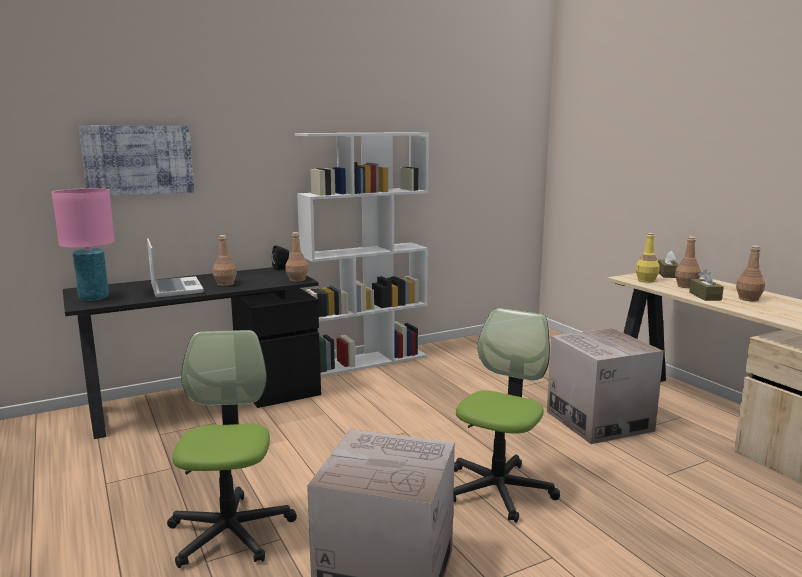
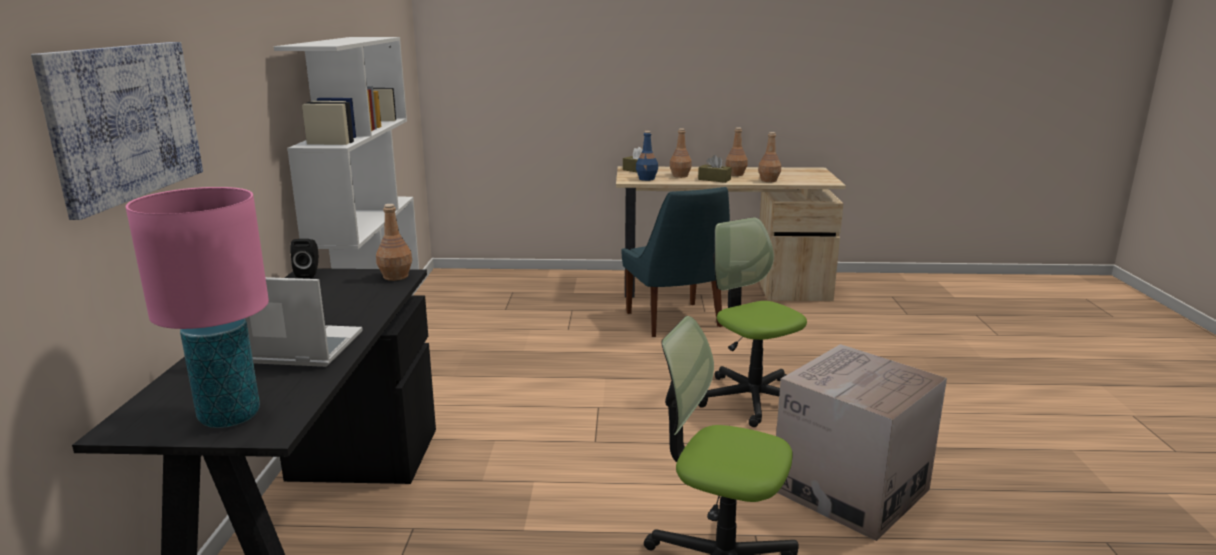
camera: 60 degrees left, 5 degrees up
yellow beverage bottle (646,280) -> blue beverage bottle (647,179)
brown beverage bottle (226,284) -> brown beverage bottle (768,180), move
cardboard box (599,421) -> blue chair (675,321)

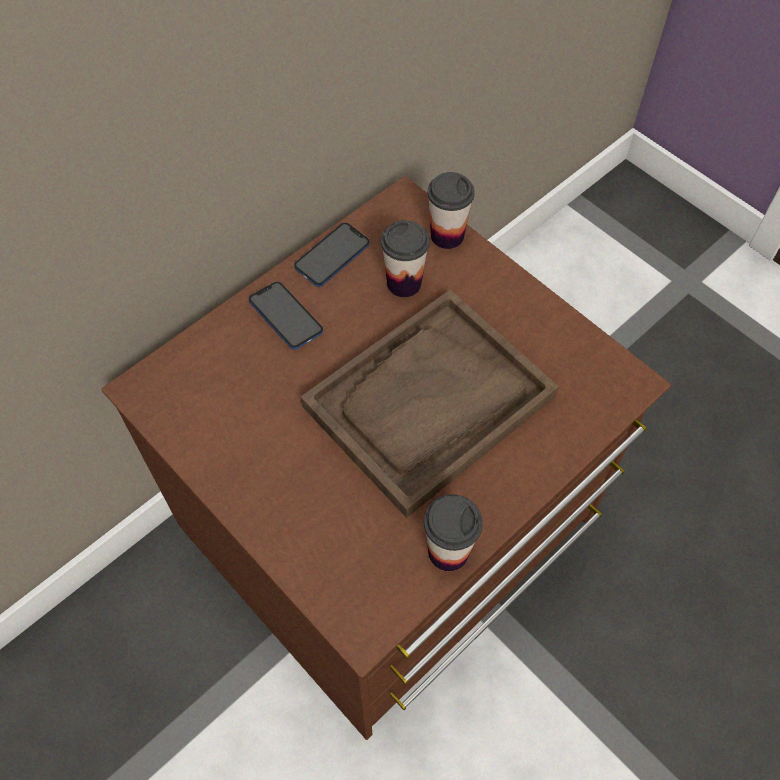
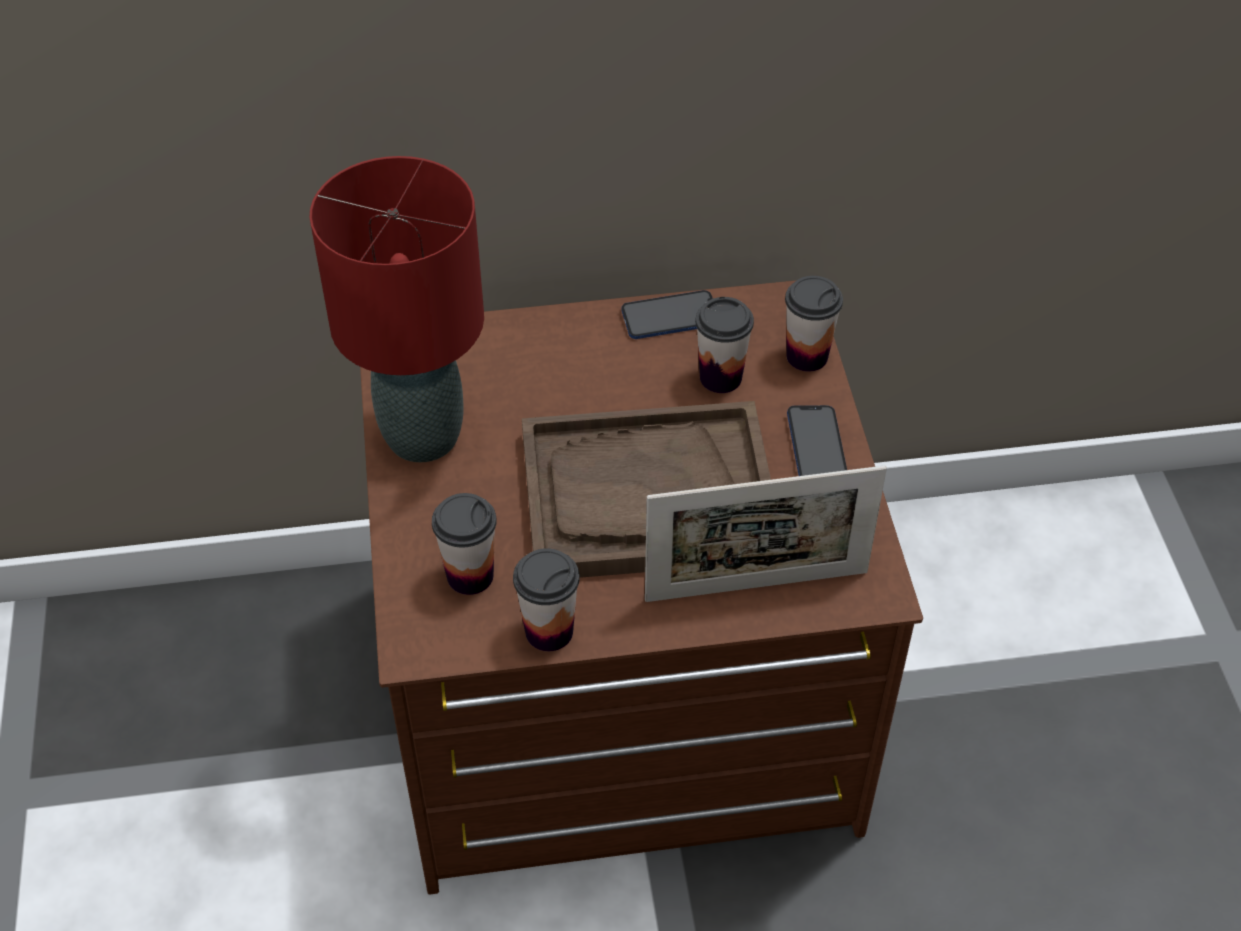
camera: 35 degrees right, 10 degrees down
handset (286,316) -> handset (816,446), move
none -> reddish table lamp (421,437)
none -> photo frame (756,586)
none -> small cup (470,576)

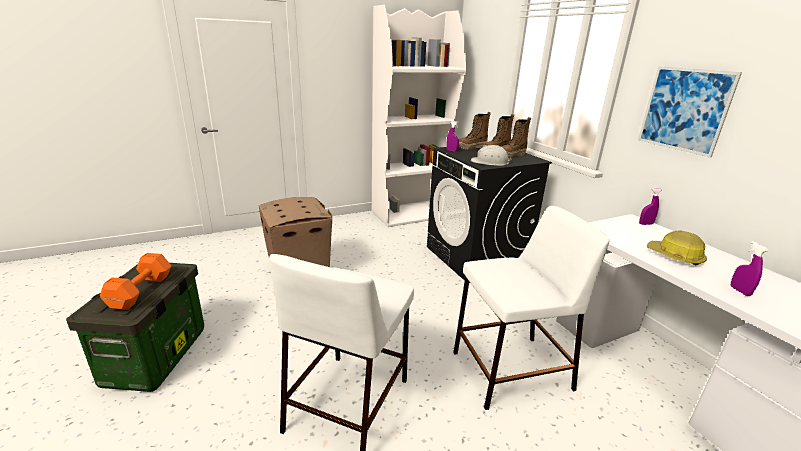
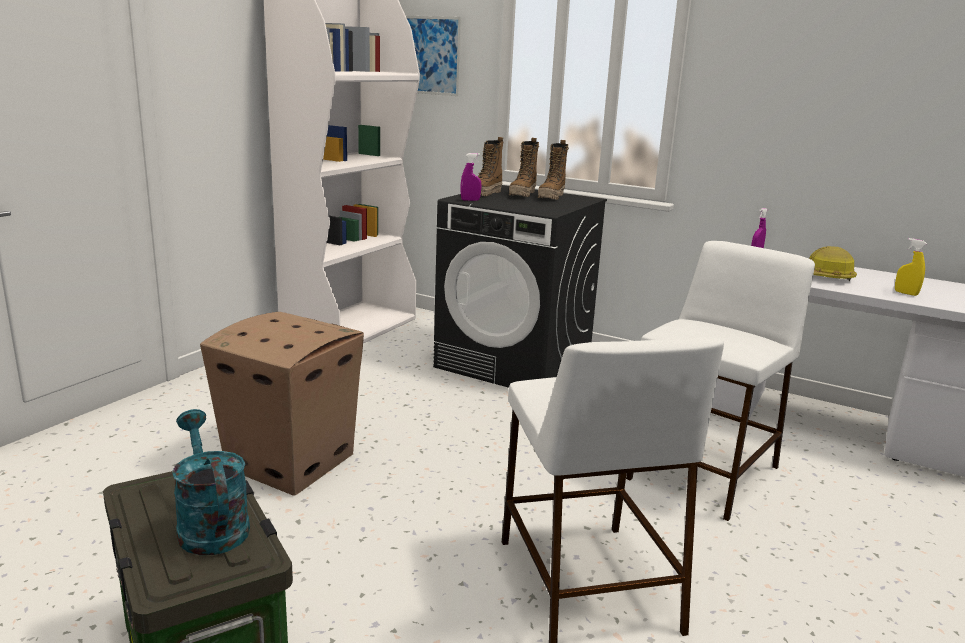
camera: 35 degrees left, 5 degrees down
wall art (684,110) -> wall art (428,55), move
white-coloured safety helmet (490,162) -> none
purple sprayer (740,291) -> yellow sprayer (906,293)
orange dumbbell (139,292) -> turquoise watering pot (210,525)

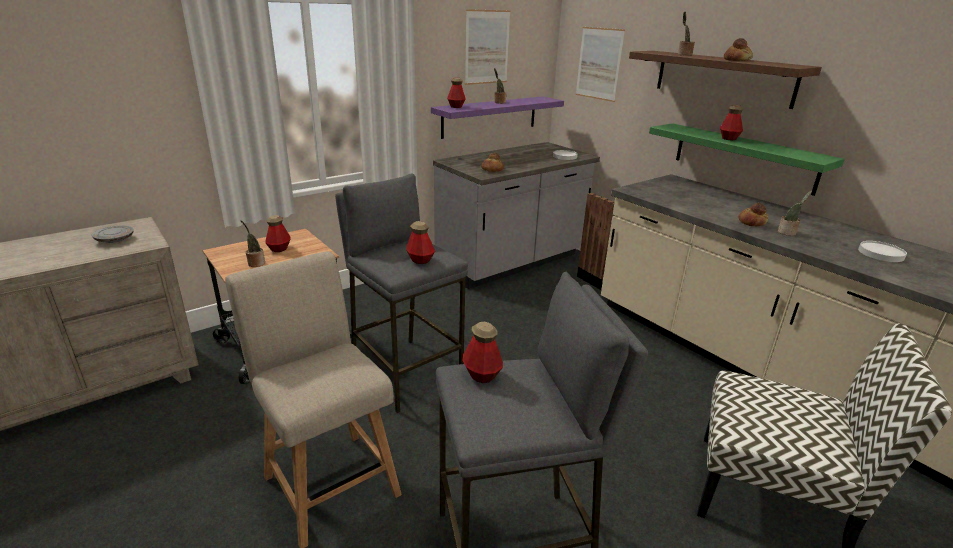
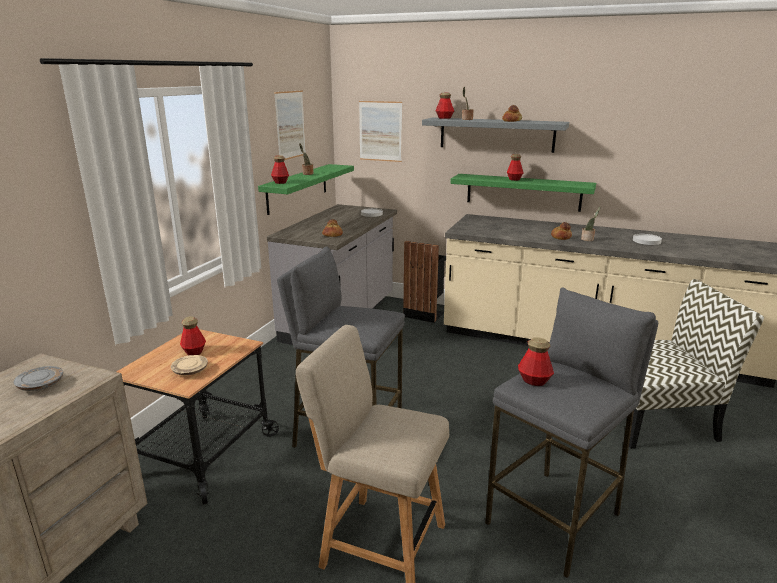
camera: 30 degrees left, 5 degrees down
brown shelf (723,78) -> grey shelf (496,134)
purple shelf (490,116) -> green-coloured shelf (297,188)
plant in a pot (255,263) -> sand-coloured flat dish (190,371)
beverage bottle (420,260) -> beverage bottle (444,118), move

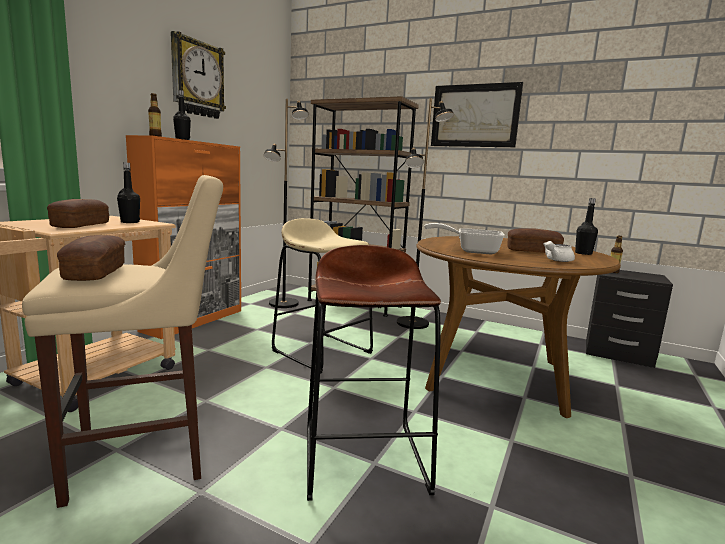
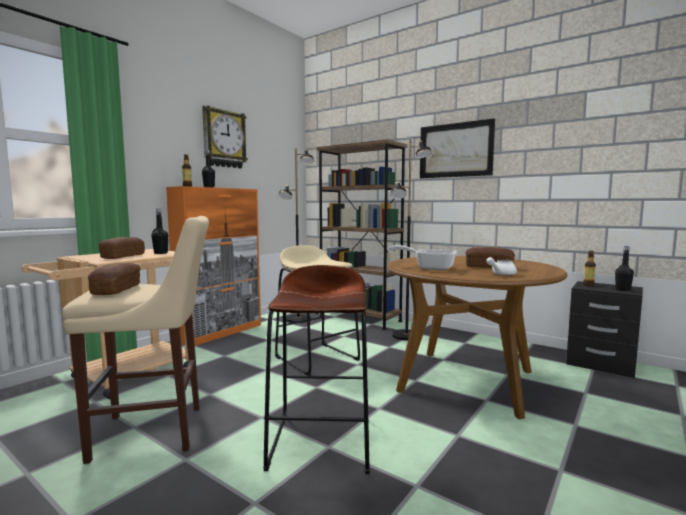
camera: 10 degrees right, 5 degrees down
blackish beverage bottle (583,253) -> blackish beverage bottle (622,290), move

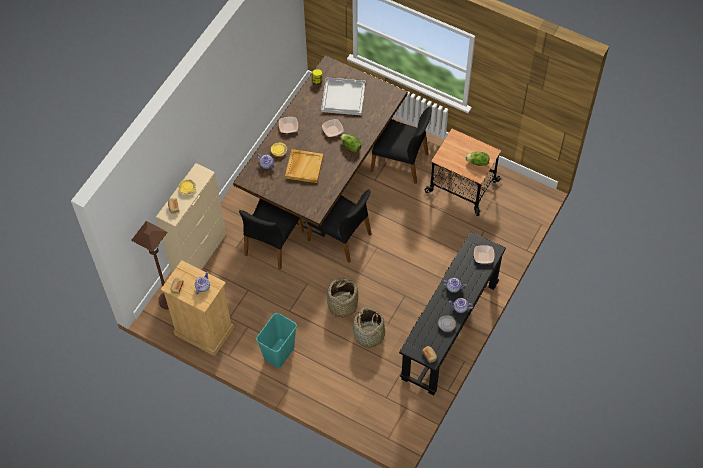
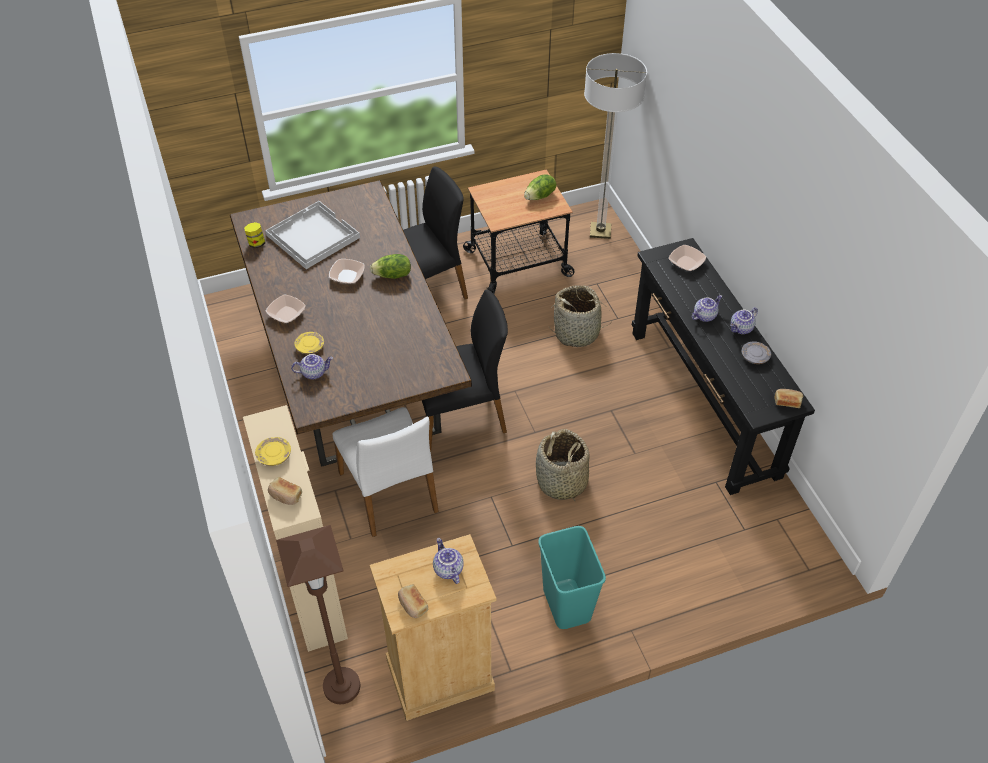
camera: 50 degrees left, 10 degrees down
sand-coloured carrying tray (304,167) -> none
blackish chair (272,243) -> white-coloured chair (390,492)
household basket (369,335) -> household basket (577,333), move
none -> floor lamp (600,231)

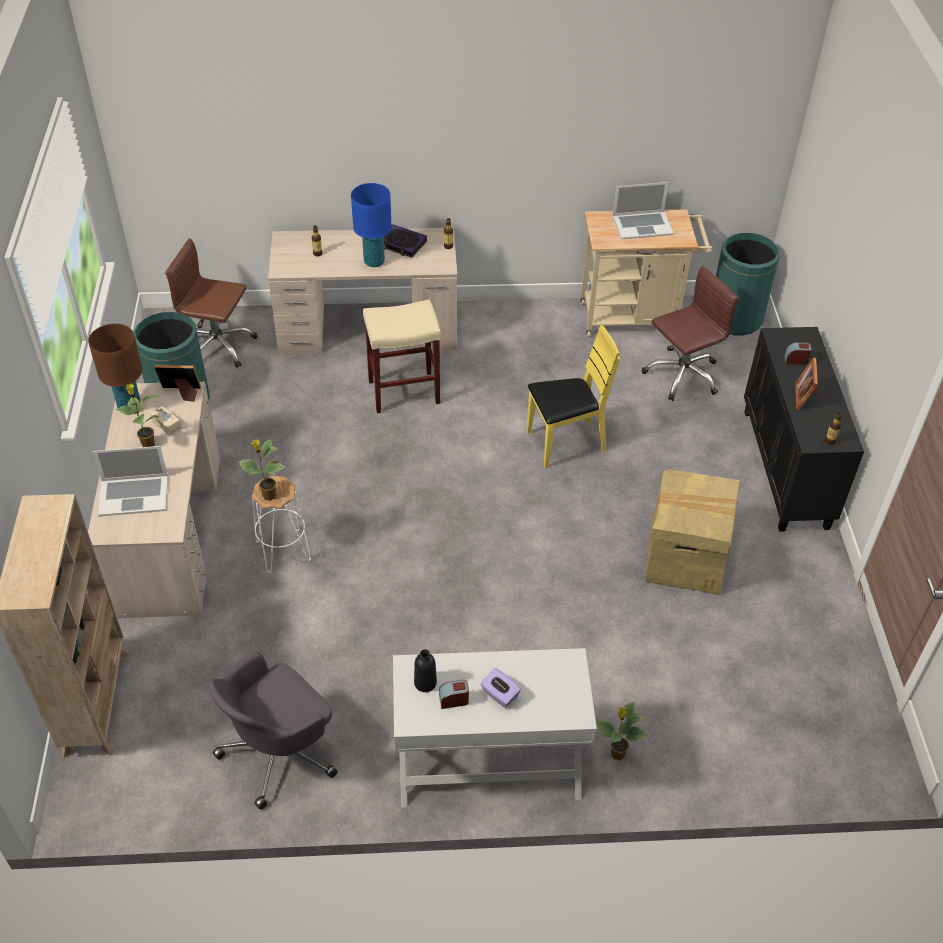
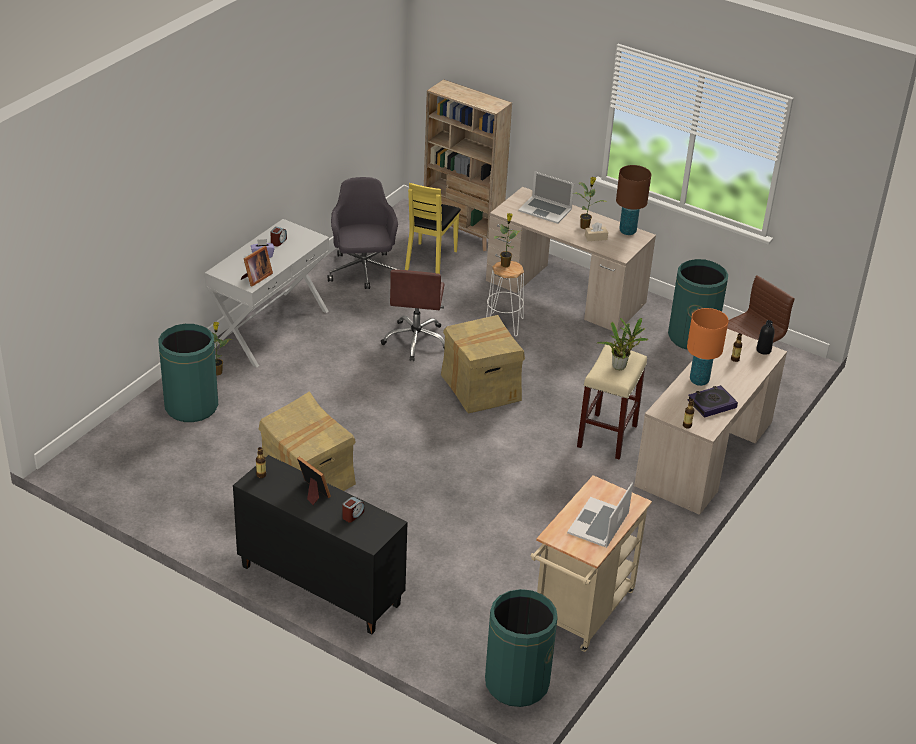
camera: 125 degrees right, 10 degrees down
blue table lamp (374,262) -> orange table lamp (699,380)
brown computer chair (682,375) -> brown computer chair (416,341), move
yellow chair (565,443) -> yellow chair (430,259), move
photo frame (182,393) -> photo frame (256,278), move
notebook computer (134,495) -> notebook computer (545,210), 90 degrees counterclockwise
blackish beverage bottle (425,683) -> blackish beverage bottle (763,350), move
none -> cardboard box (481,388)
none -> plant in a pot (621,366)
none -> green-coloured rubbish bin (191,406)

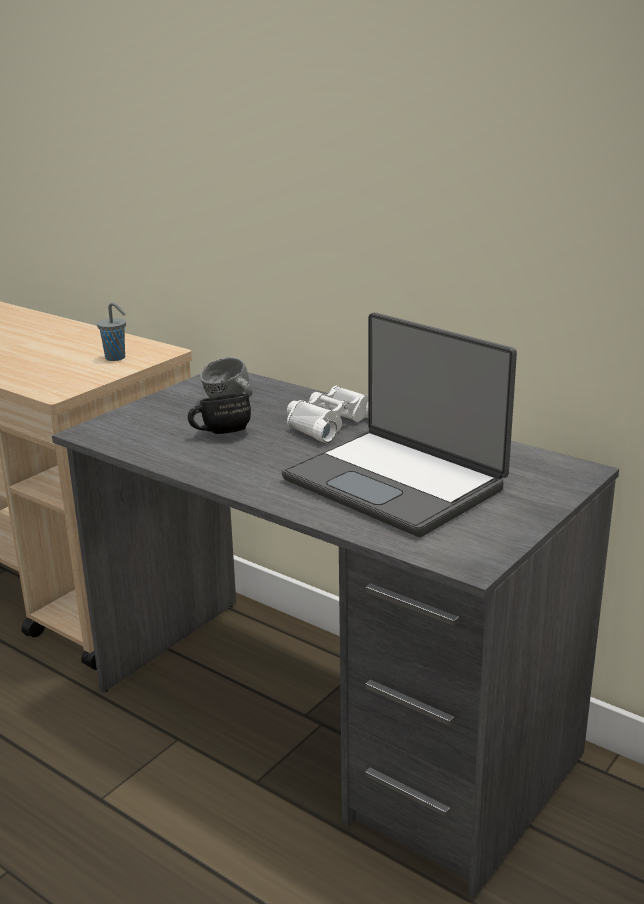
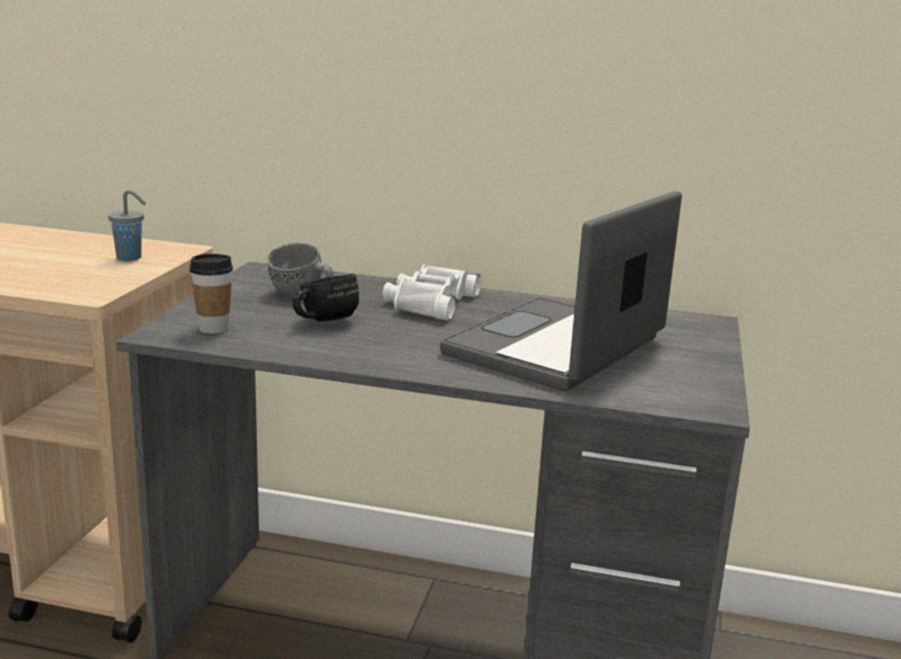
camera: 25 degrees left, 5 degrees down
notebook computer (396,483) -> notebook computer (559,348), 105 degrees clockwise
none -> small cup (213,328)

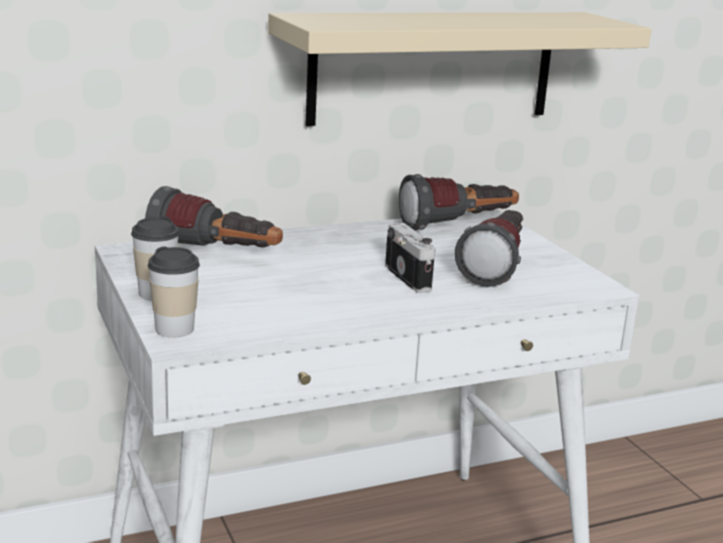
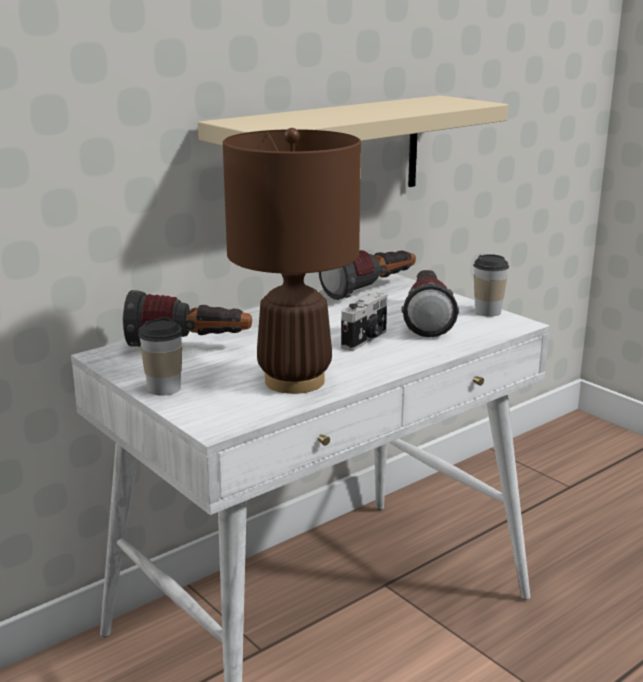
camera: 15 degrees left, 0 degrees up
still camera (410,278) -> still camera (366,340), 75 degrees clockwise
small cup (174,329) -> small cup (488,312), move
none -> brown table lamp (294,381)

